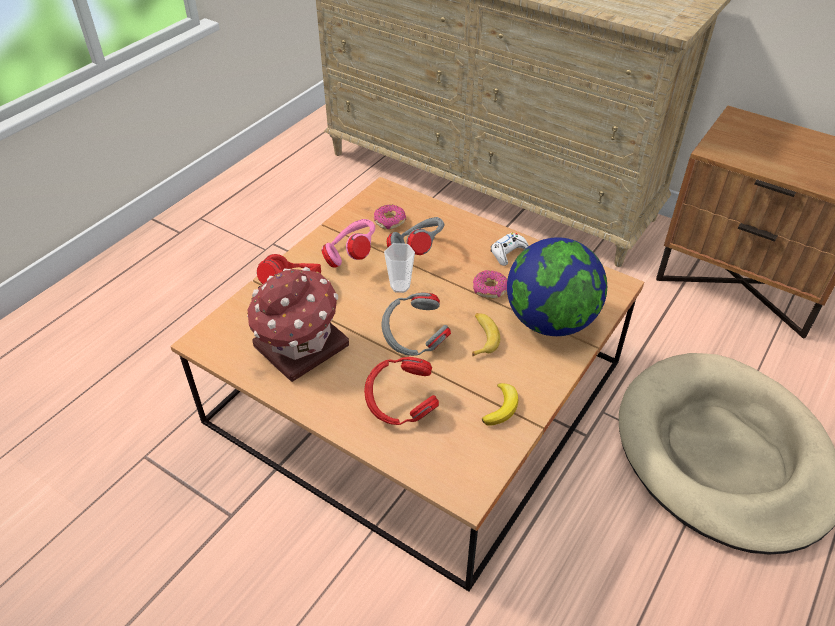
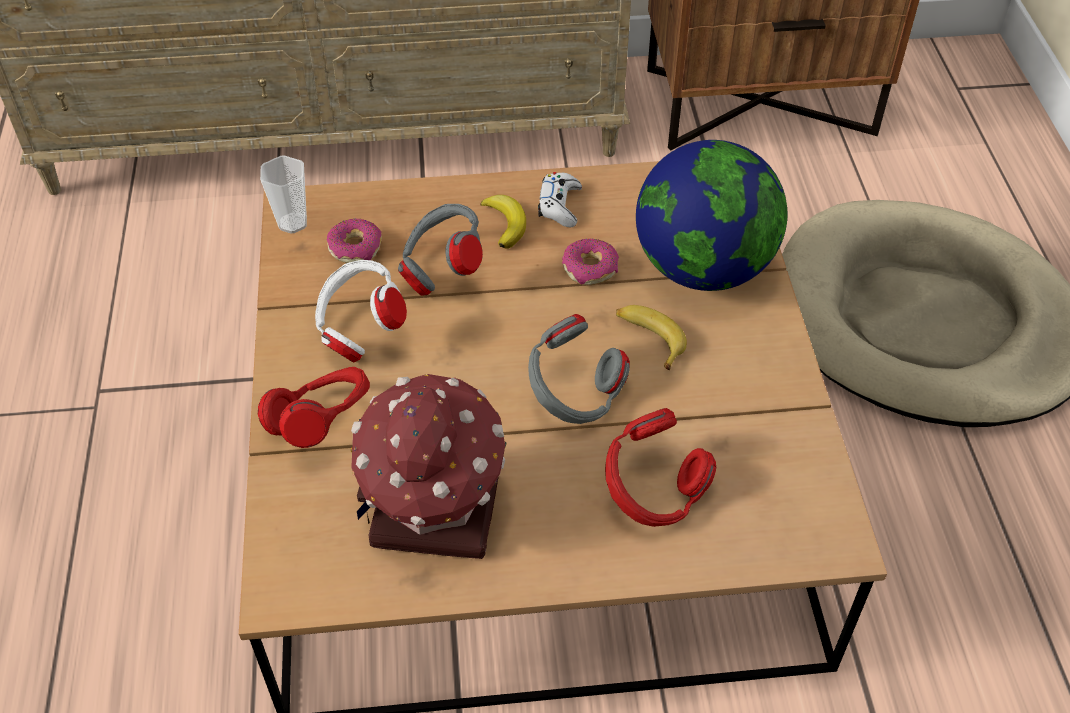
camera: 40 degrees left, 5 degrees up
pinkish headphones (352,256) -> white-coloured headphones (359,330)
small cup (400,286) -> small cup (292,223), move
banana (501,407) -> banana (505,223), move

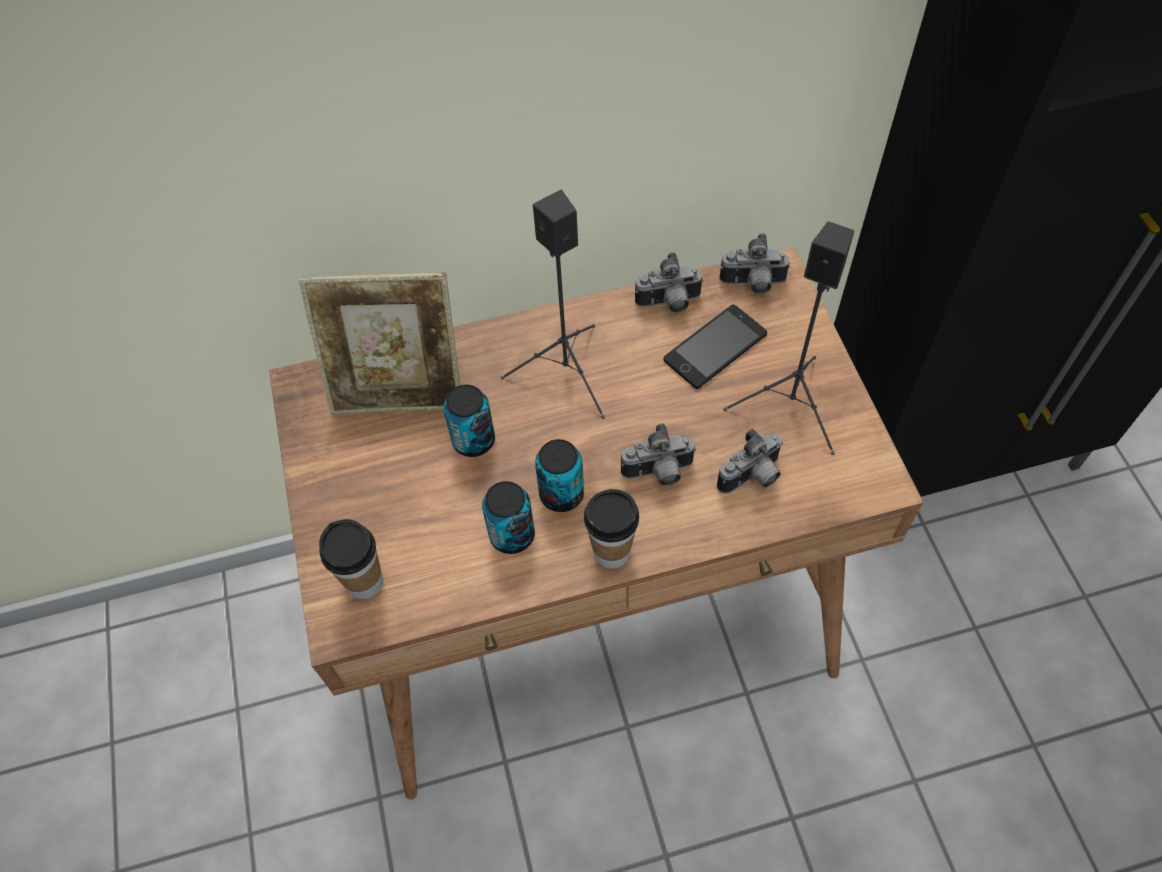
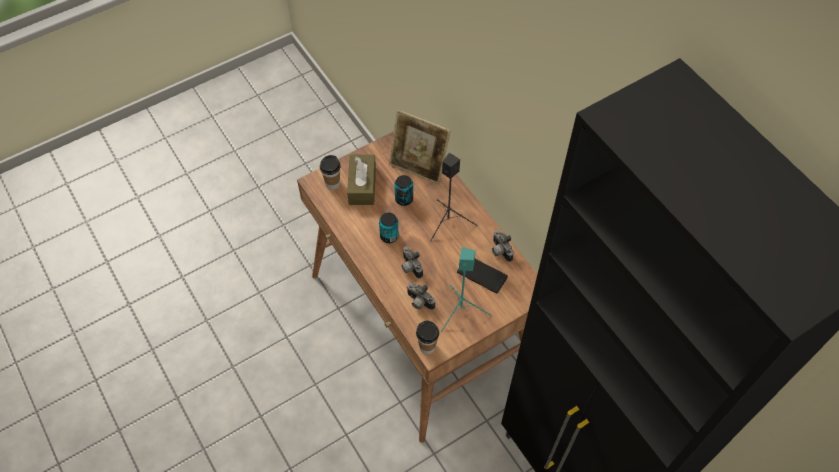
camera: 70 degrees right, 0 degrees up
blackish speaker (791,406) -> turquoise speaker (460,311)
still camera (753,285) -> none
photo frame (399,390) -> photo frame (418,166), 45 degrees counterclockwise
can (512,535) -> none
small cup (611,552) -> small cup (427,347), move
none -> brown tissue holder (362,185)

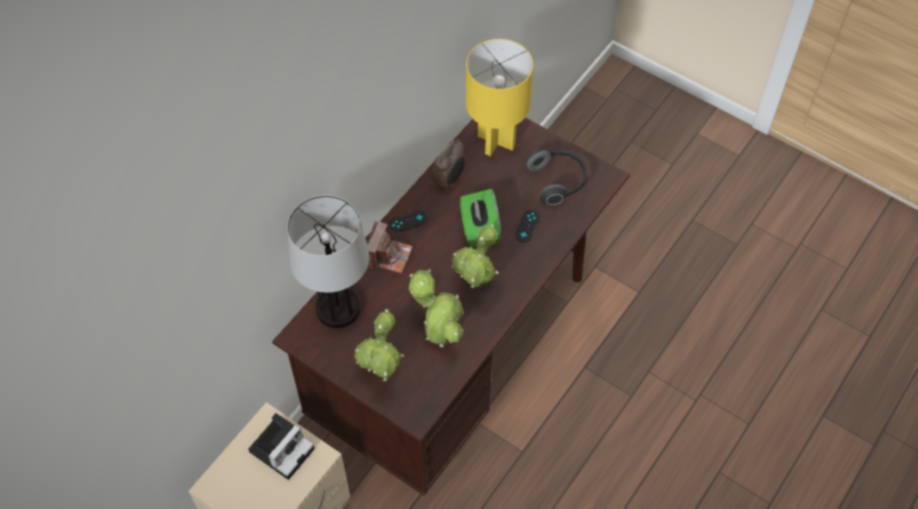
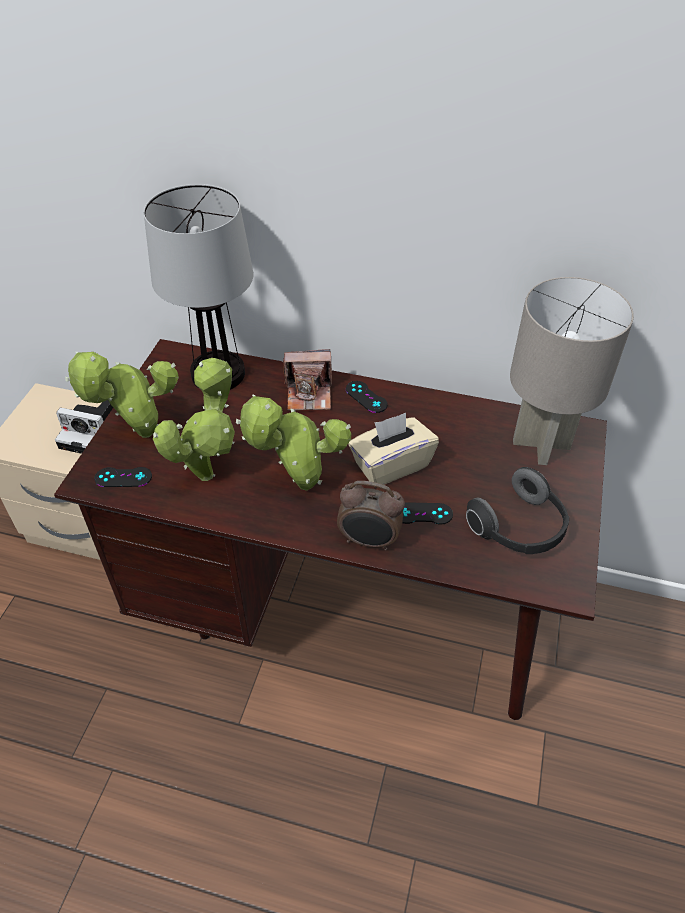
camera: 70 degrees right, 10 degrees down
yellow table lamp (495,141) -> grey table lamp (540,443)
table clock (449,181) -> table clock (369,541), move
green-coloured tissue holder (479,229) -> sand-coloured tissue holder (391,465)
none -> blackish gamepad (123,477)

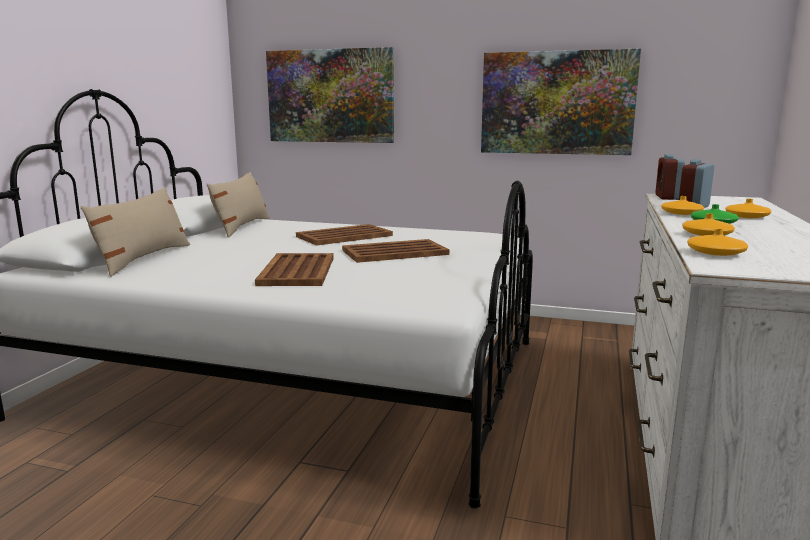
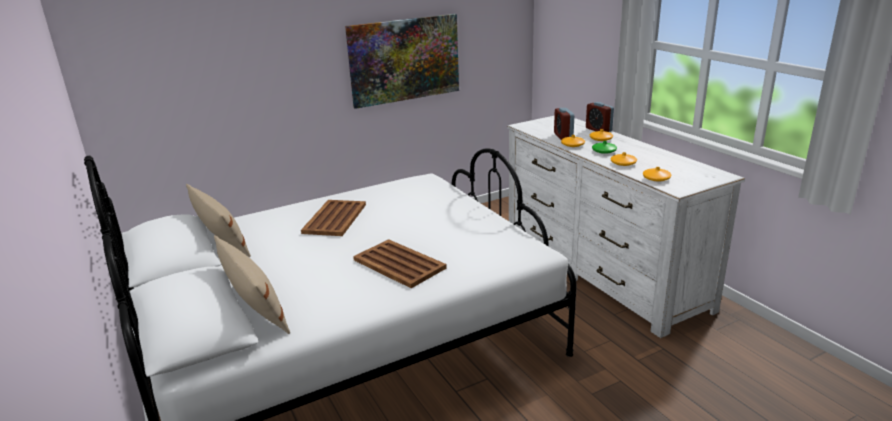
camera: 45 degrees left, 10 degrees up
wall art (330,96) -> none
table clock (667,197) -> table clock (598,130), move
brown carrying tray (393,252) -> none

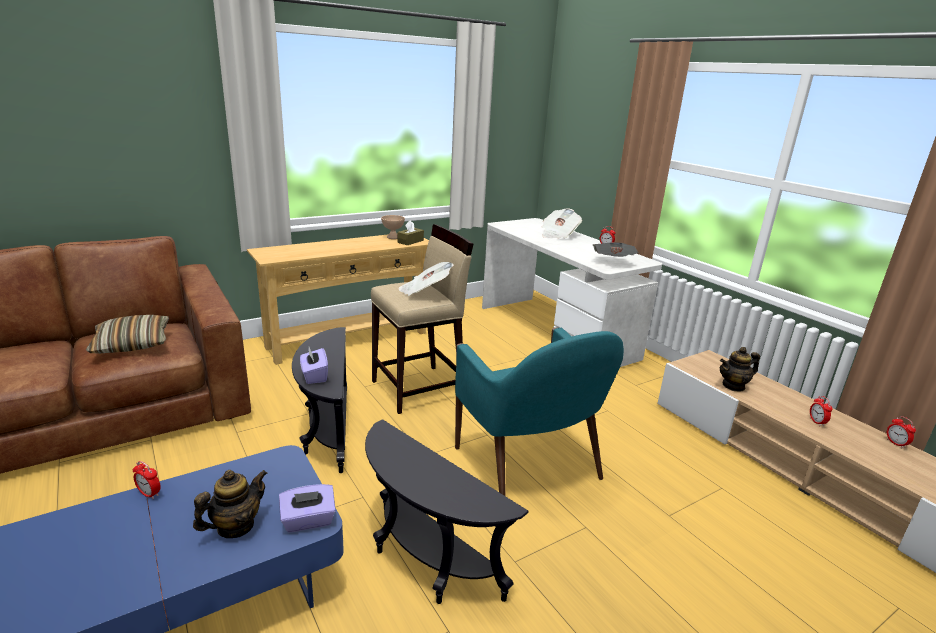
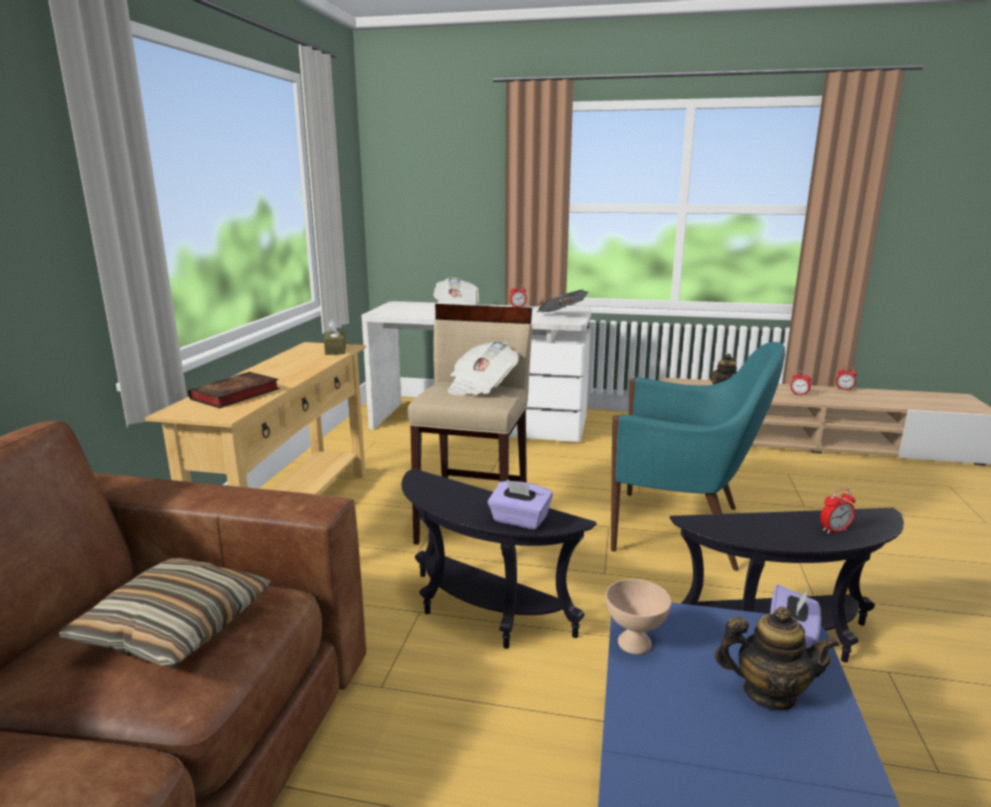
camera: 45 degrees left, 5 degrees down
sand-coloured serving bowl (393,237) -> sand-coloured serving bowl (634,643), move
table clock (149,494) -> table clock (834,530), move
teapot (235,526) -> teapot (769,693), 105 degrees clockwise
none -> volume (234,395)

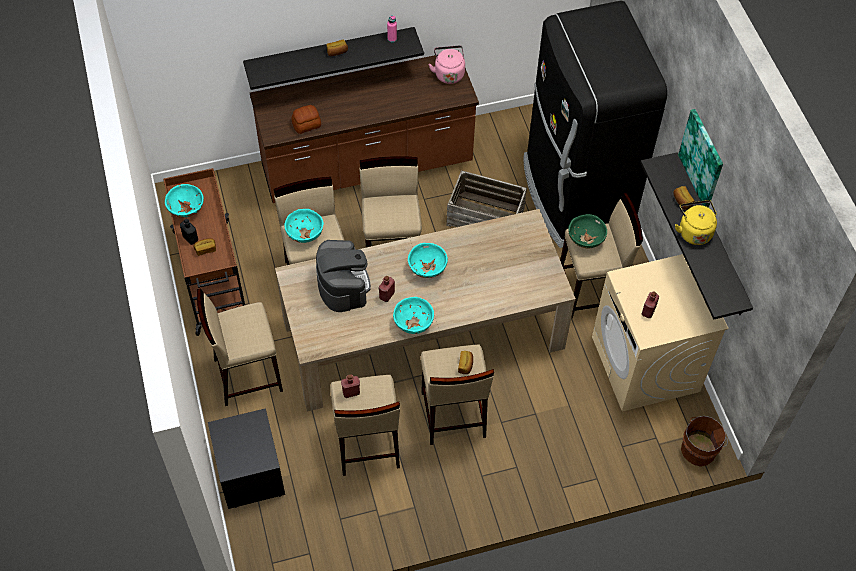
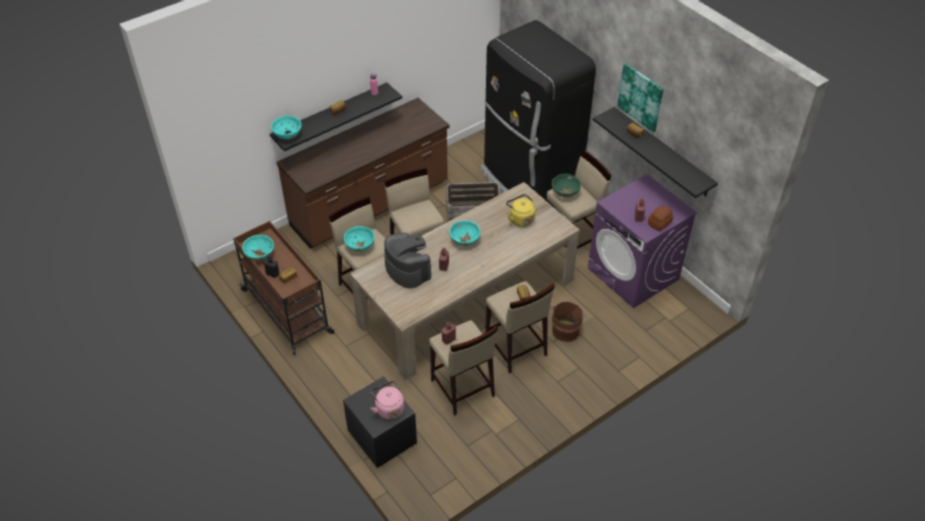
camera: 20 degrees left, 10 degrees down
pinkish water kettle (448,73) -> pinkish water kettle (388,408), move
bakery bread (307,125) -> bakery bread (660,223), move
yellow water kettle (693,231) -> yellow water kettle (520,219), move
sand-coloured laundry appliance (645,364) -> purple laundry appliance (633,274)
sand-coloured stool seat (247,374) -> none
turquoise serving bowl (413,324) -> turquoise serving bowl (288,136), move
brown bucket (700,449) -> brown bucket (566,330), move

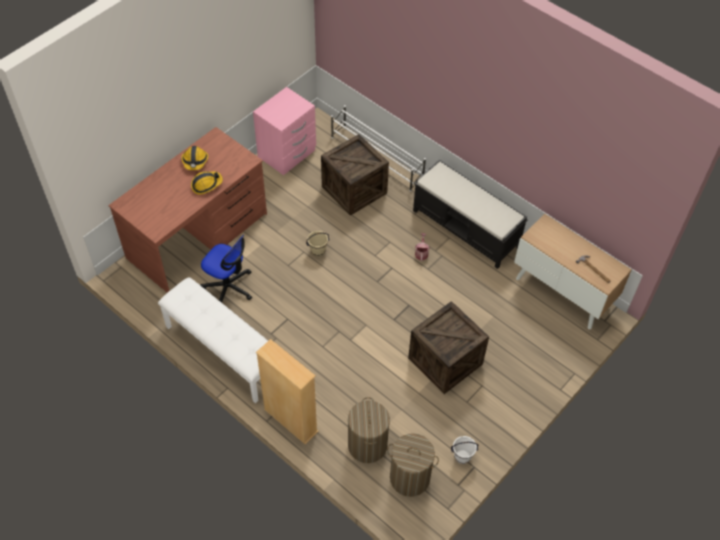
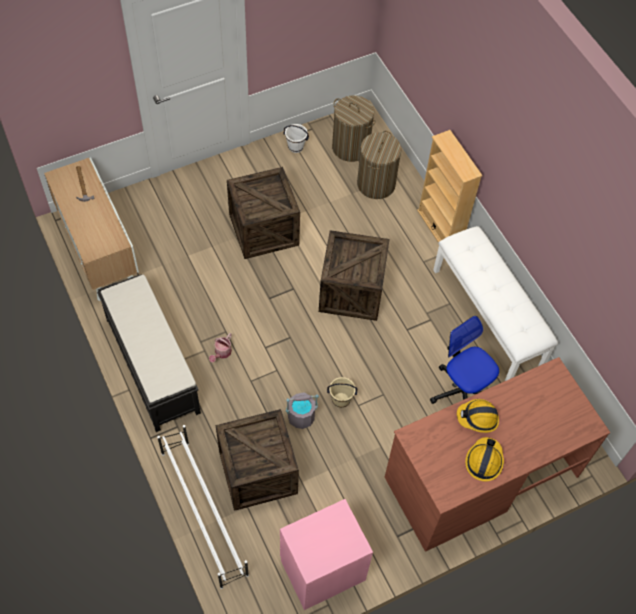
camera: 160 degrees left, 5 degrees up
none -> crate (351,291)
none -> grey bucket (301,417)

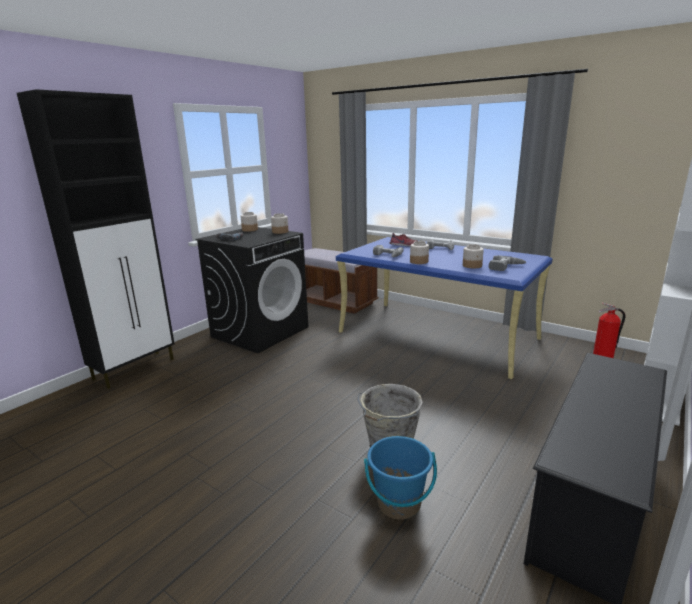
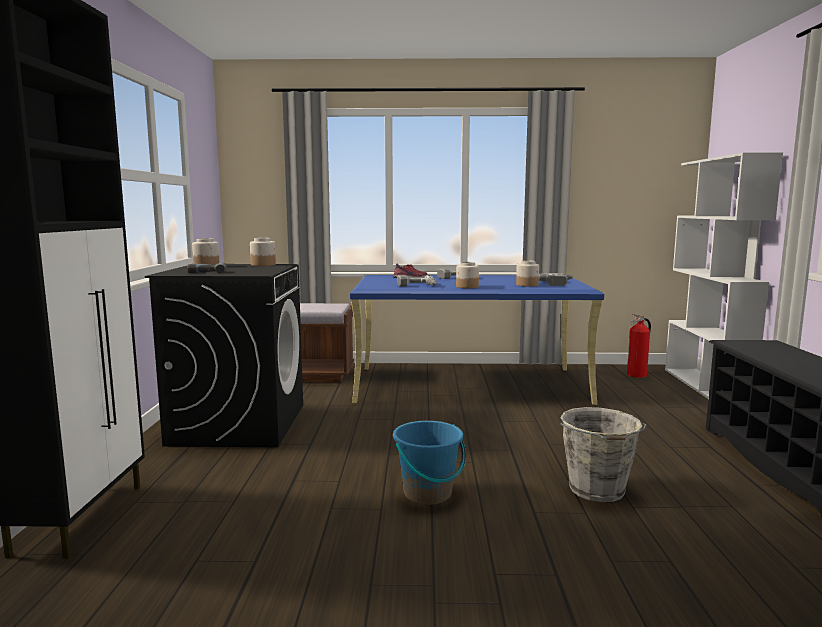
camera: 35 degrees left, 10 degrees down
blue bucket (399,503) -> blue bucket (428,494), move

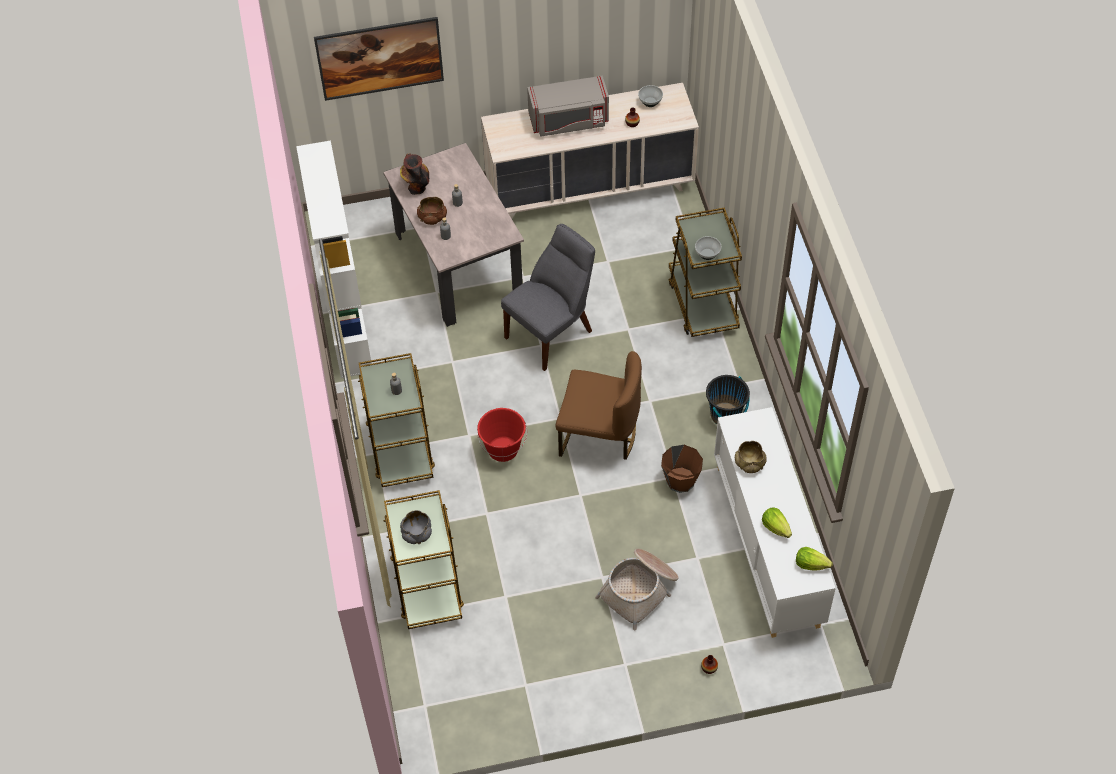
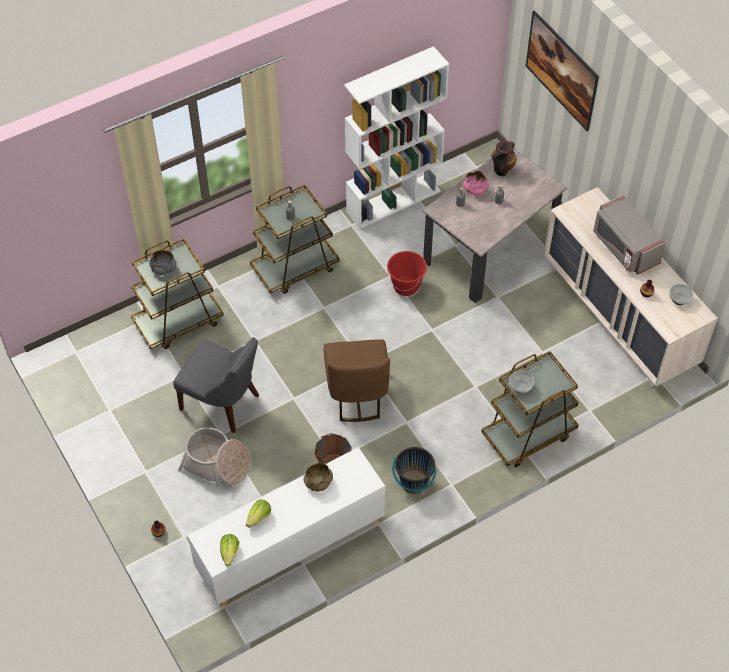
camera: 70 degrees right, 0 degrees up
brown serving bowl (432,217) -> pinkish serving bowl (475,189)
grey chair (552,332) -> grey chair (223,403), move
reddish bucket (503,449) -> reddish bucket (406,286), move

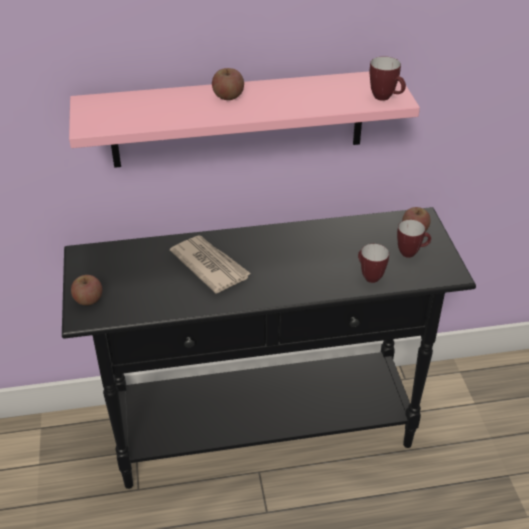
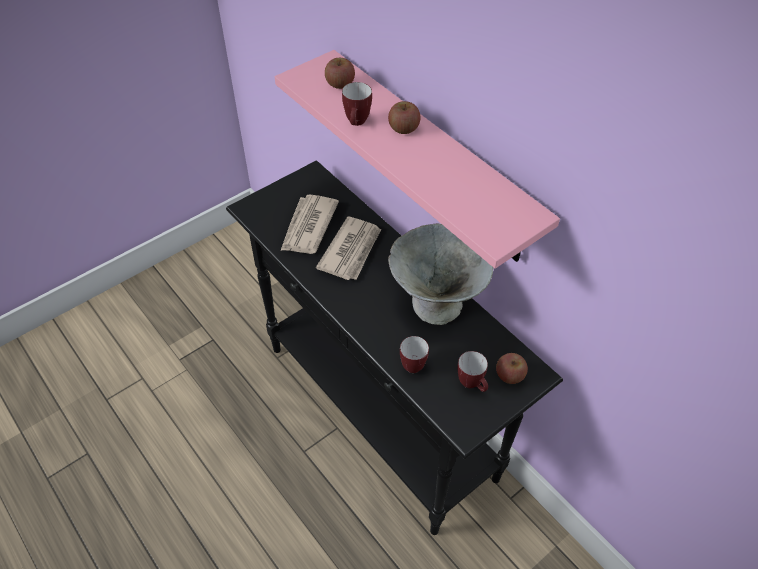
camera: 60 degrees right, 10 degrees up
coffee mug (386,98) -> coffee mug (357,124), move
apple (88,299) -> apple (340,84), move
none -> daily paper (308,227)
none -> grey serving bowl (436,303)

